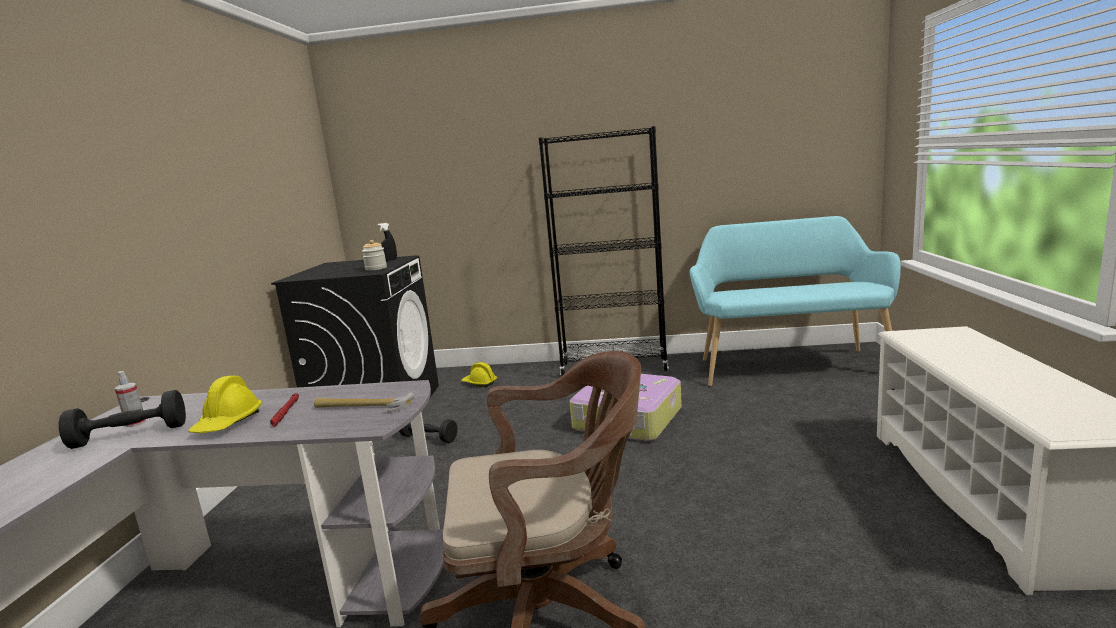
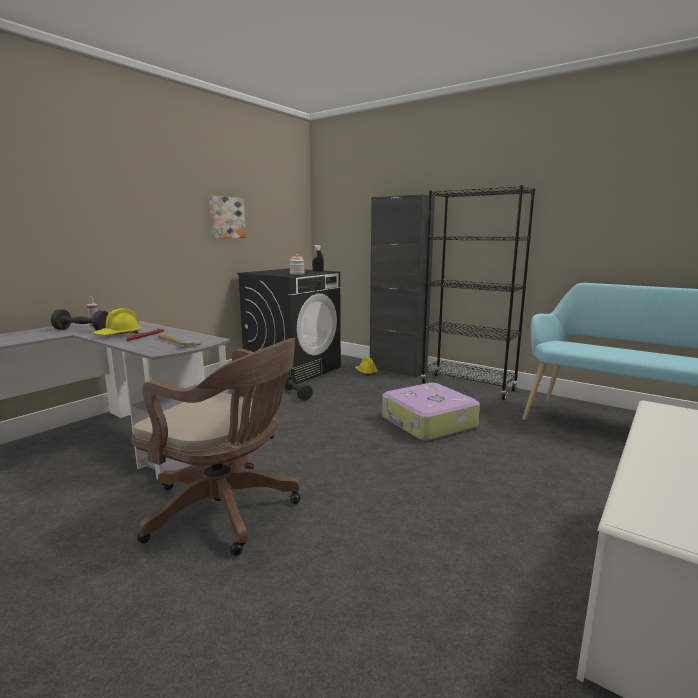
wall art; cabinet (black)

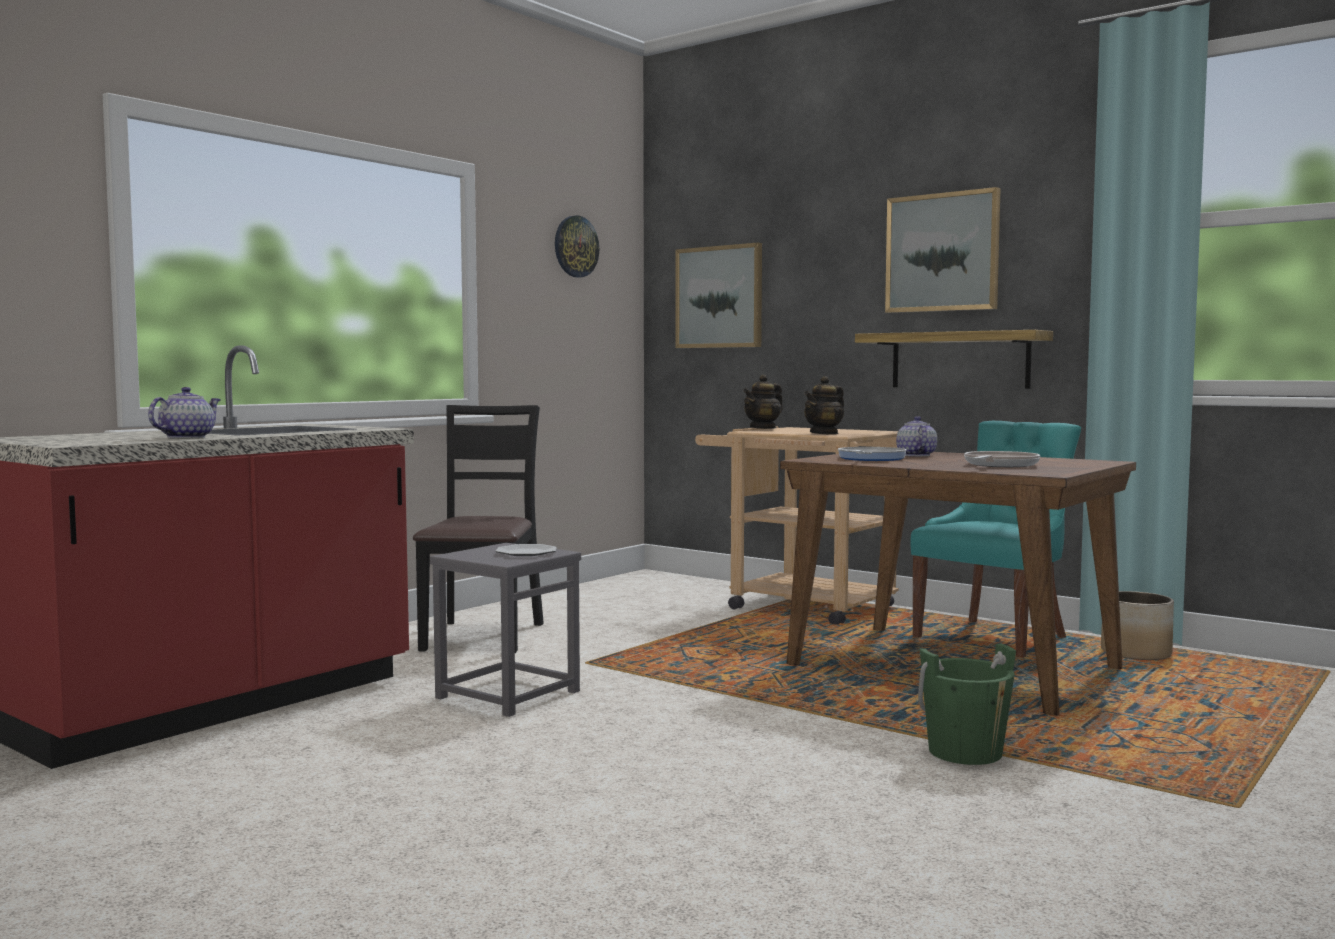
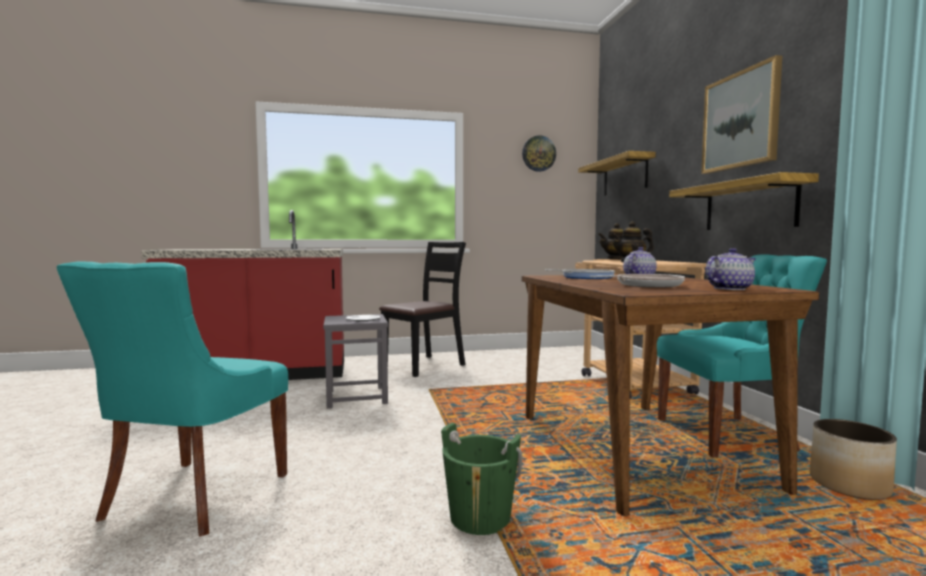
upright chair (turquoise) (no. 1 from left); pot for tea (no. 4 from left); shelf (no. 1 from left)

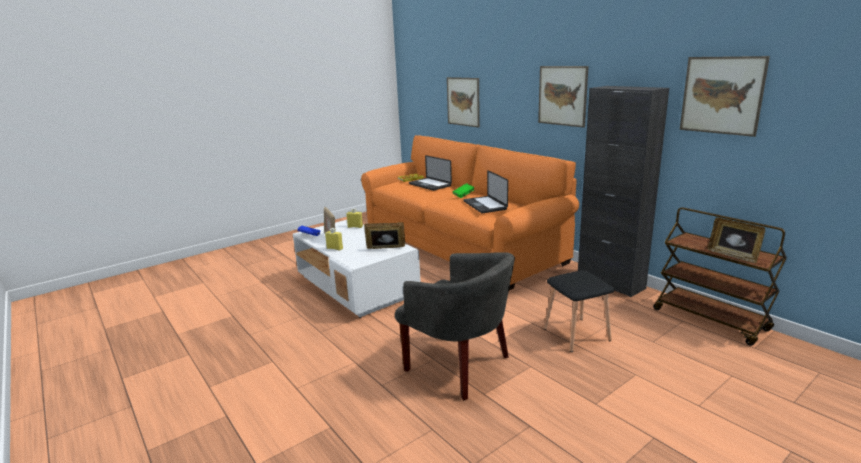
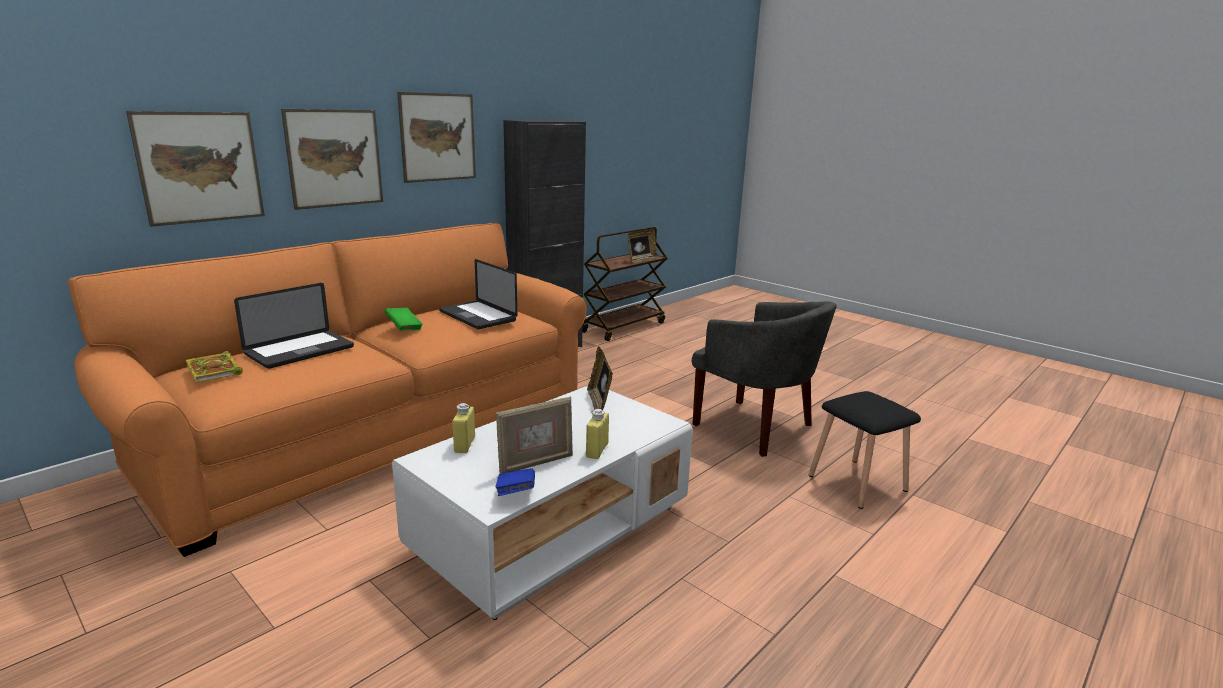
stool seat (black); wall art (no. 2 from left); armchair (grey); laptop (no. 2 from left)

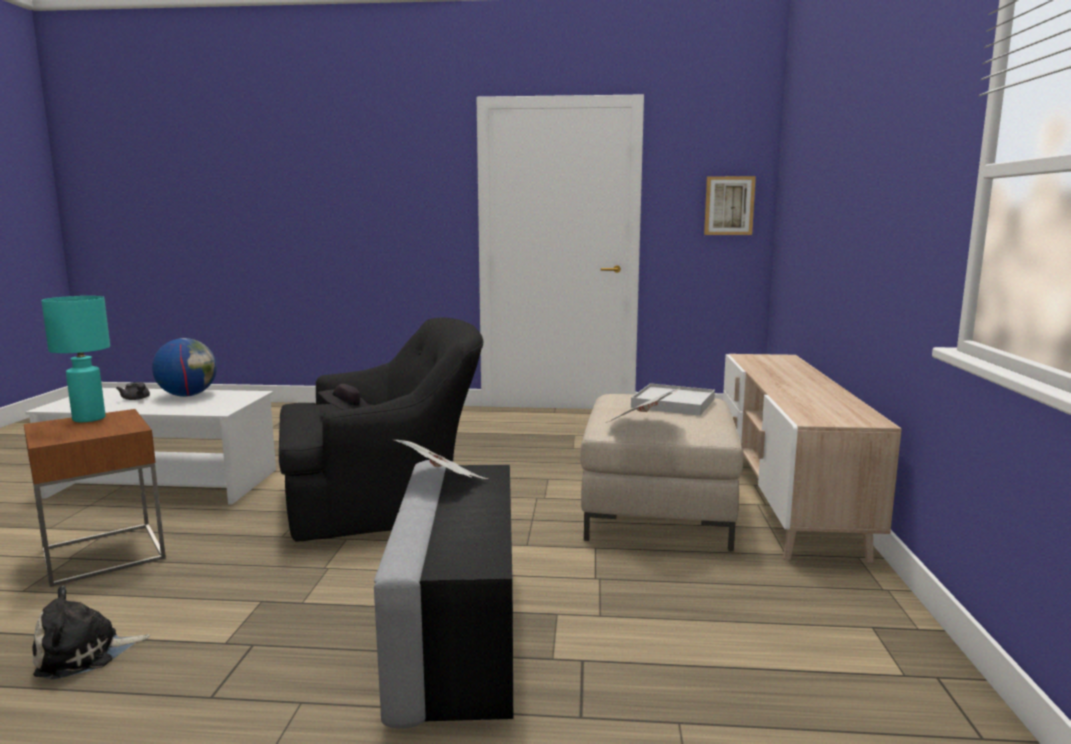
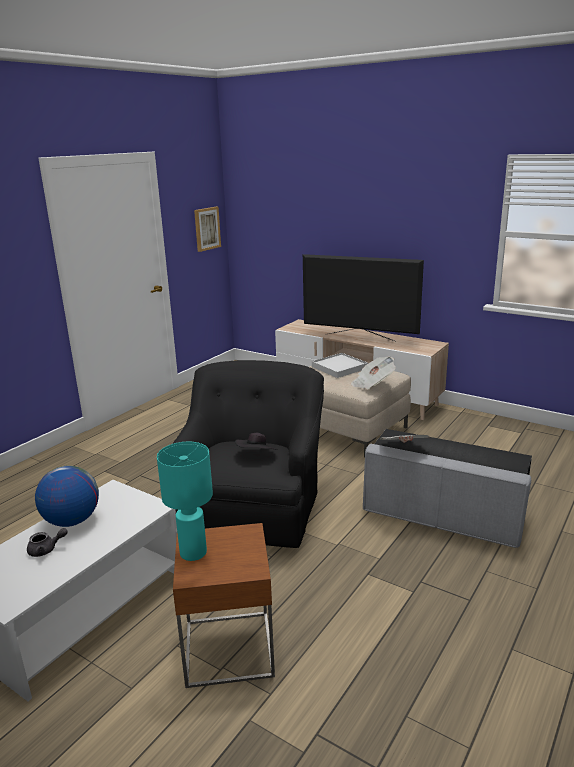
cuddly toy; TV set

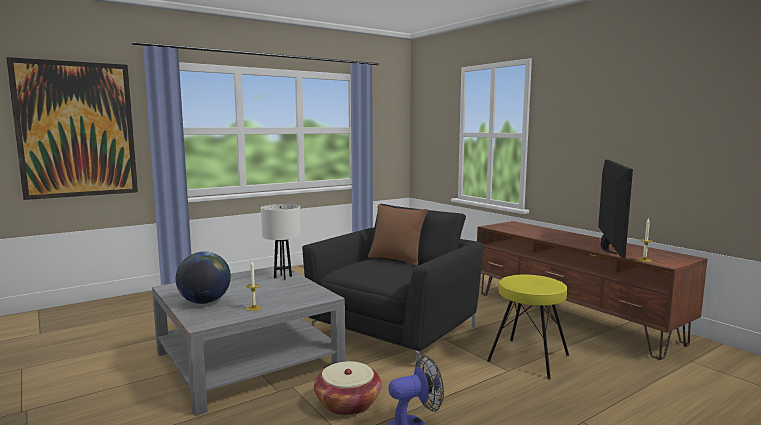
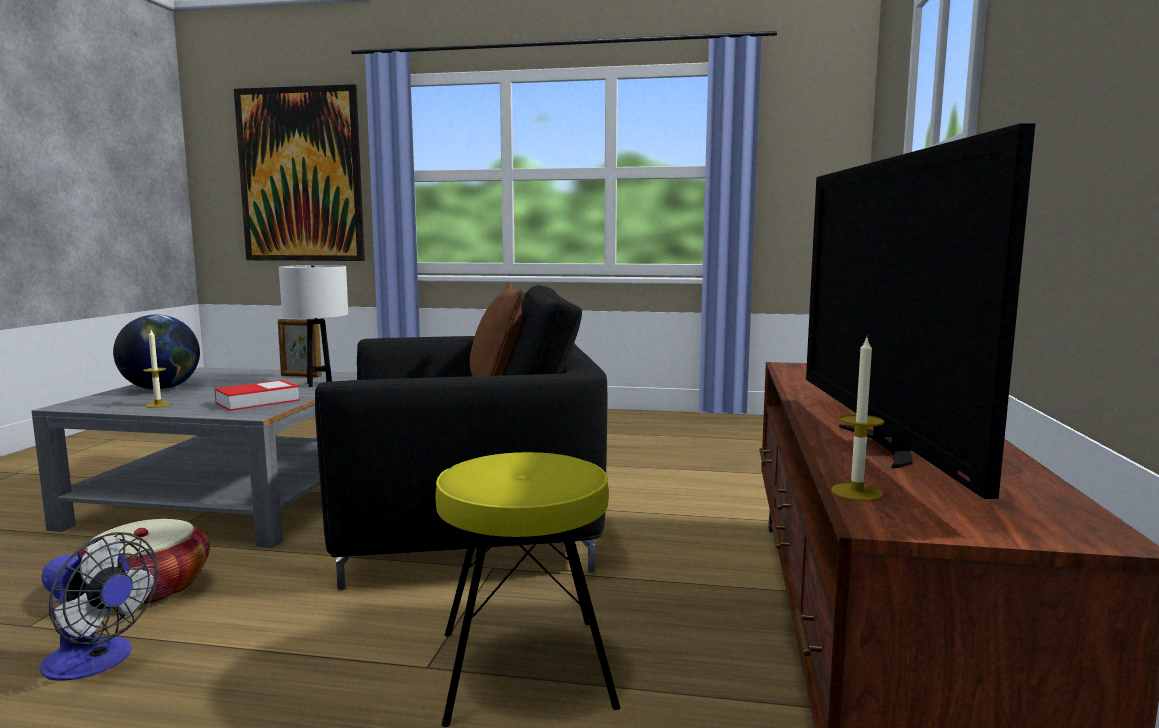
volume; photo frame; TV set

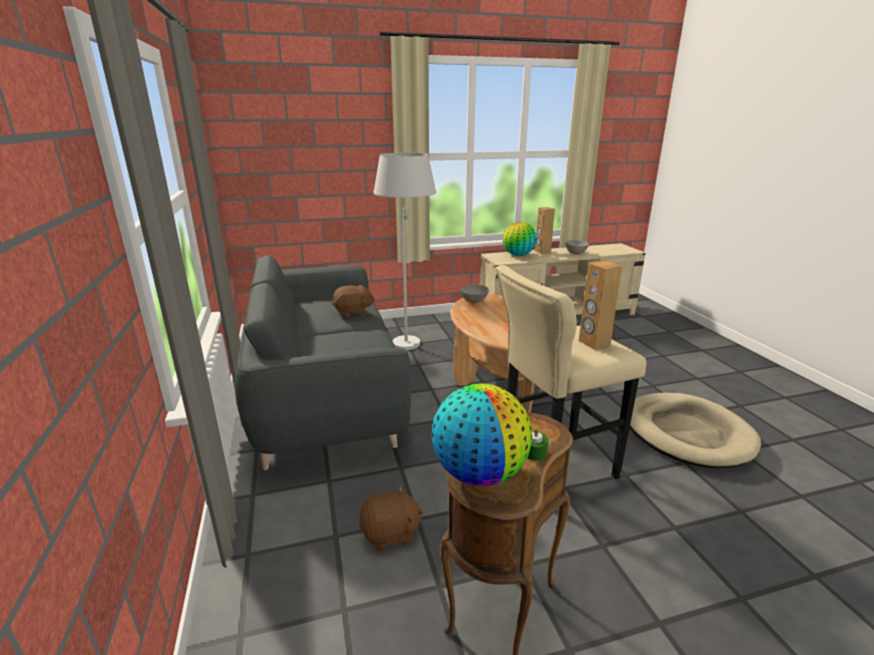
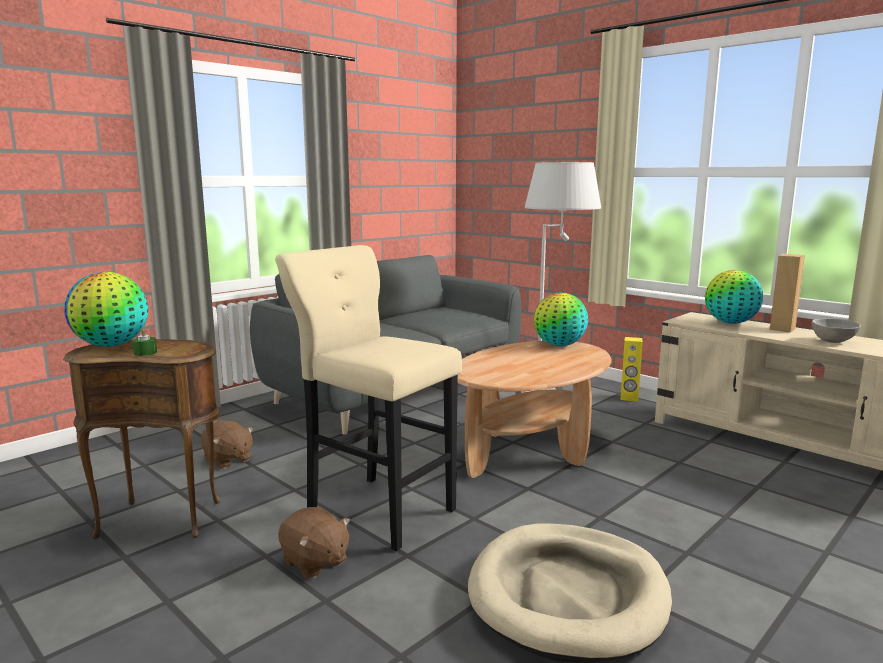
speaker (brownish) (no. 2 from left in the first image); speaker (yellowish); cuddly toy (brownish) (no. 2 from left); desk globe (no. 2 from left)

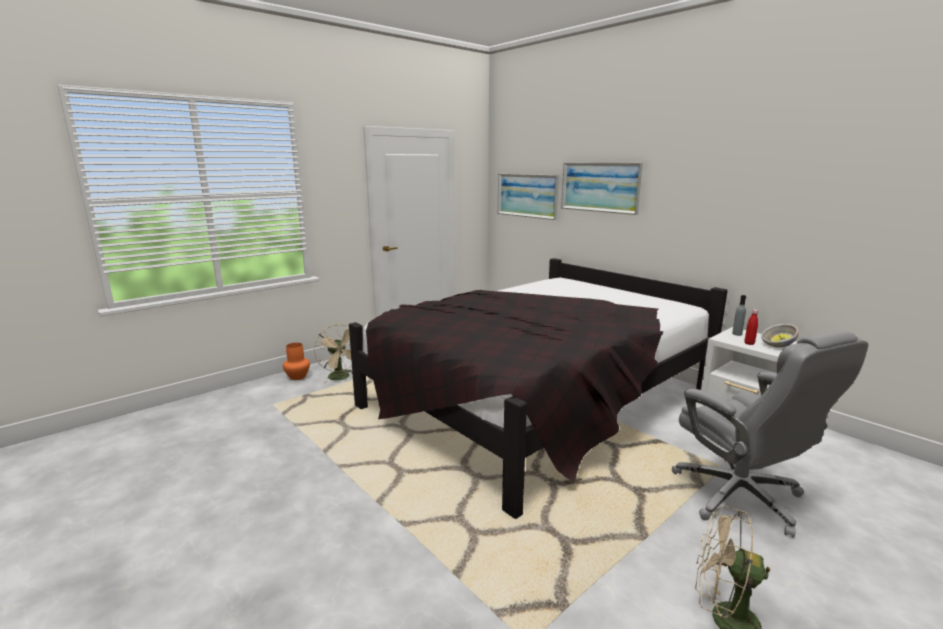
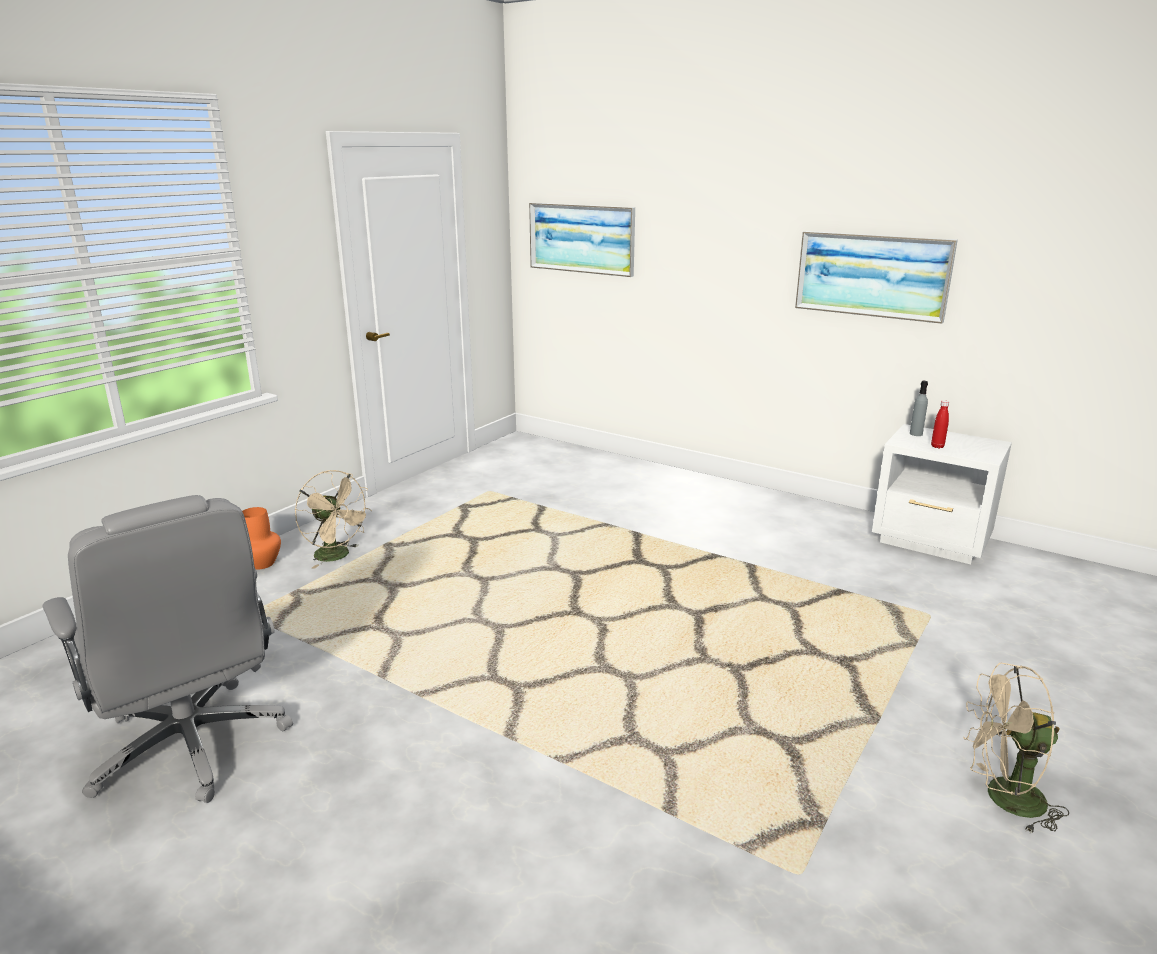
bedroom bed (black); bowl; wall art (no. 2 from left); computer chair (grey)

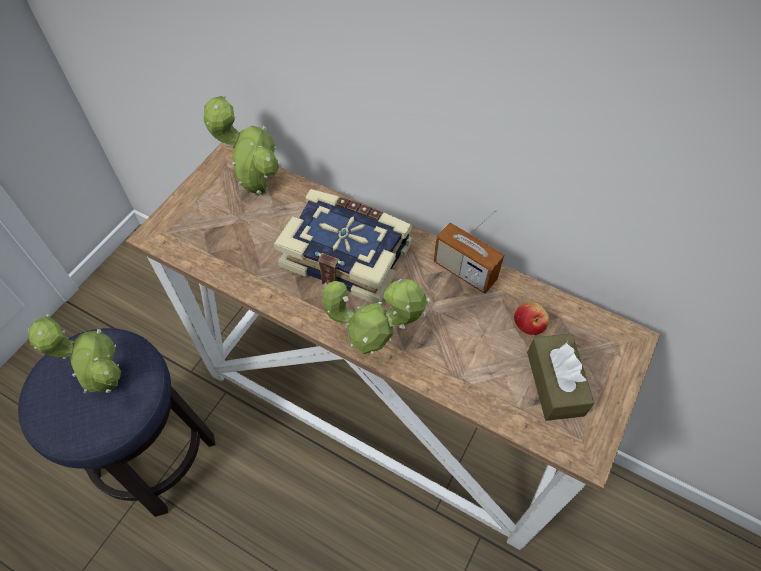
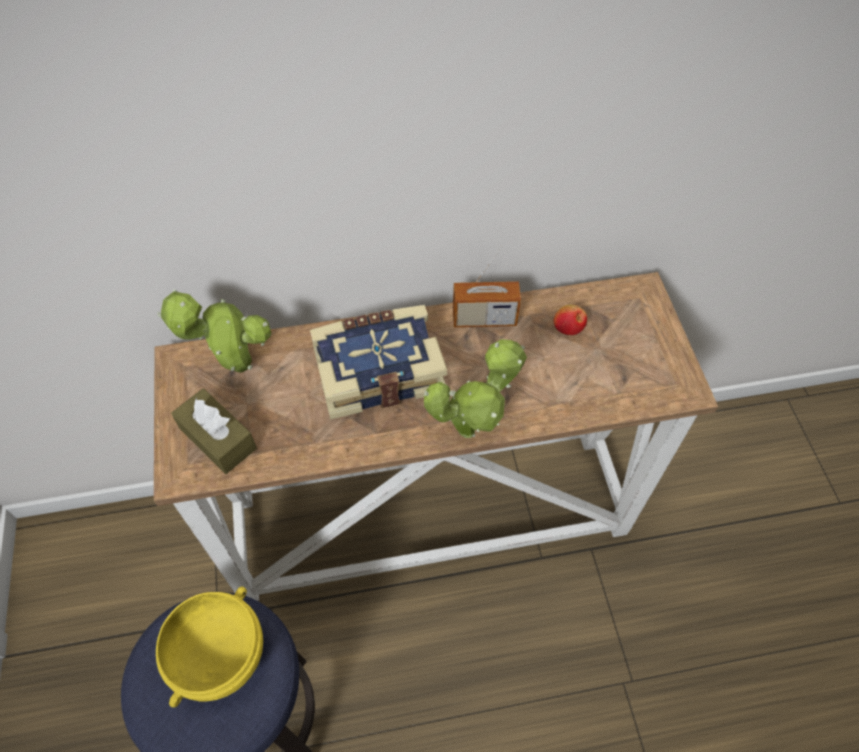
tissue holder (brownish); bowl (yellowish)

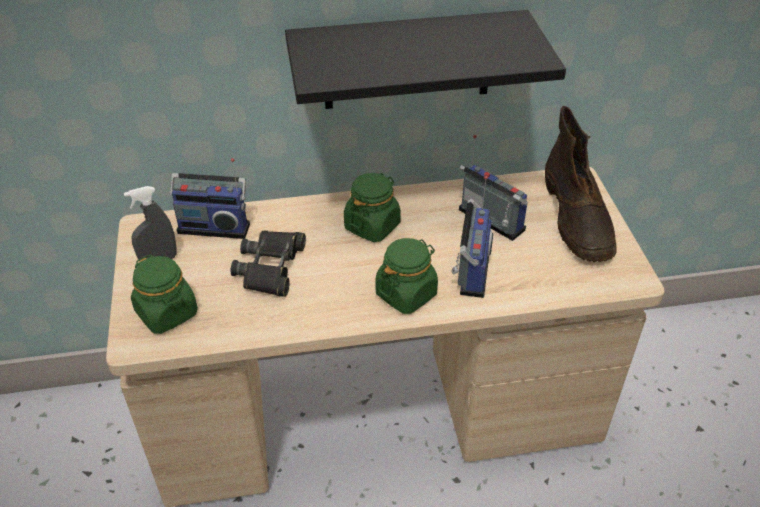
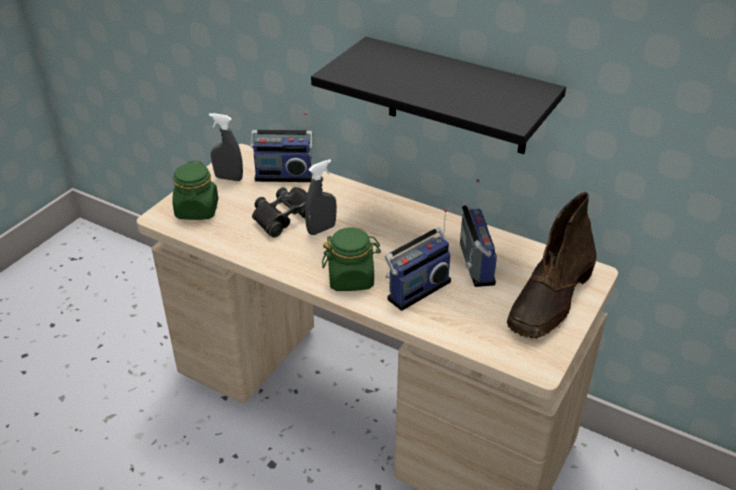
preserve jar (green-coloured) (no. 2 from left in the first image); sprayer (grey) (no. 2 from left); radio receiver (no. 1 from left)

